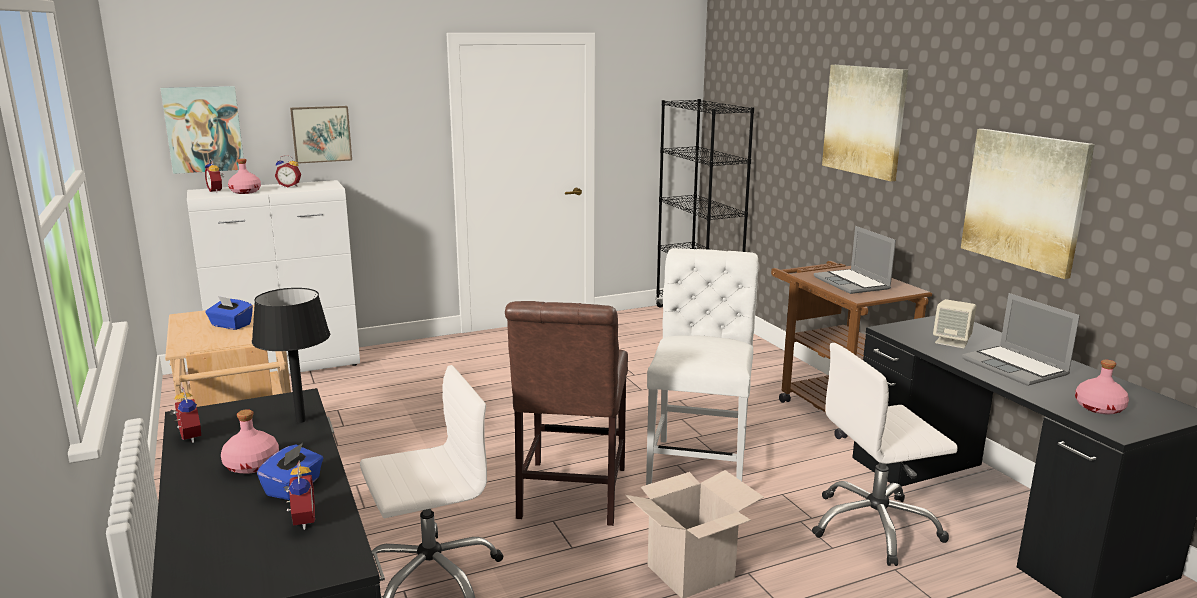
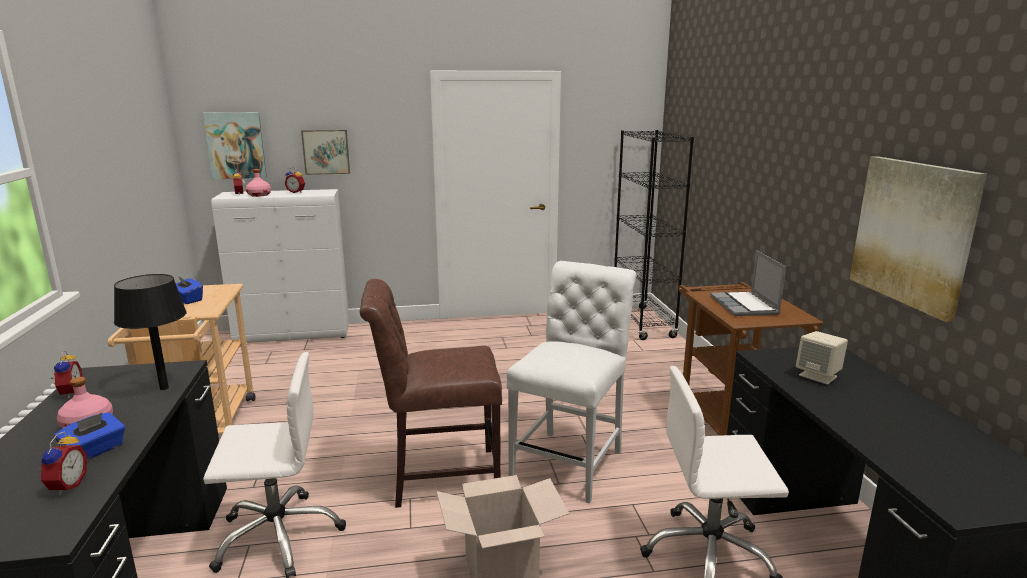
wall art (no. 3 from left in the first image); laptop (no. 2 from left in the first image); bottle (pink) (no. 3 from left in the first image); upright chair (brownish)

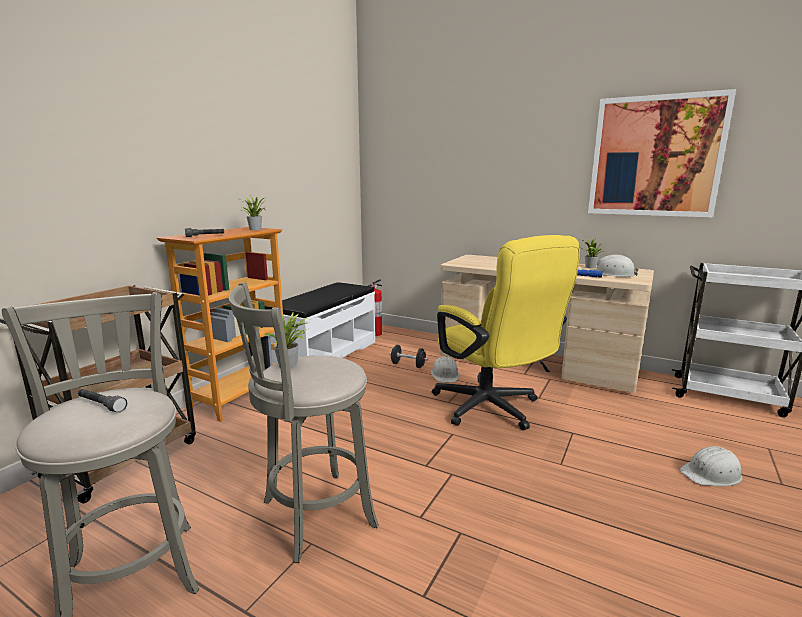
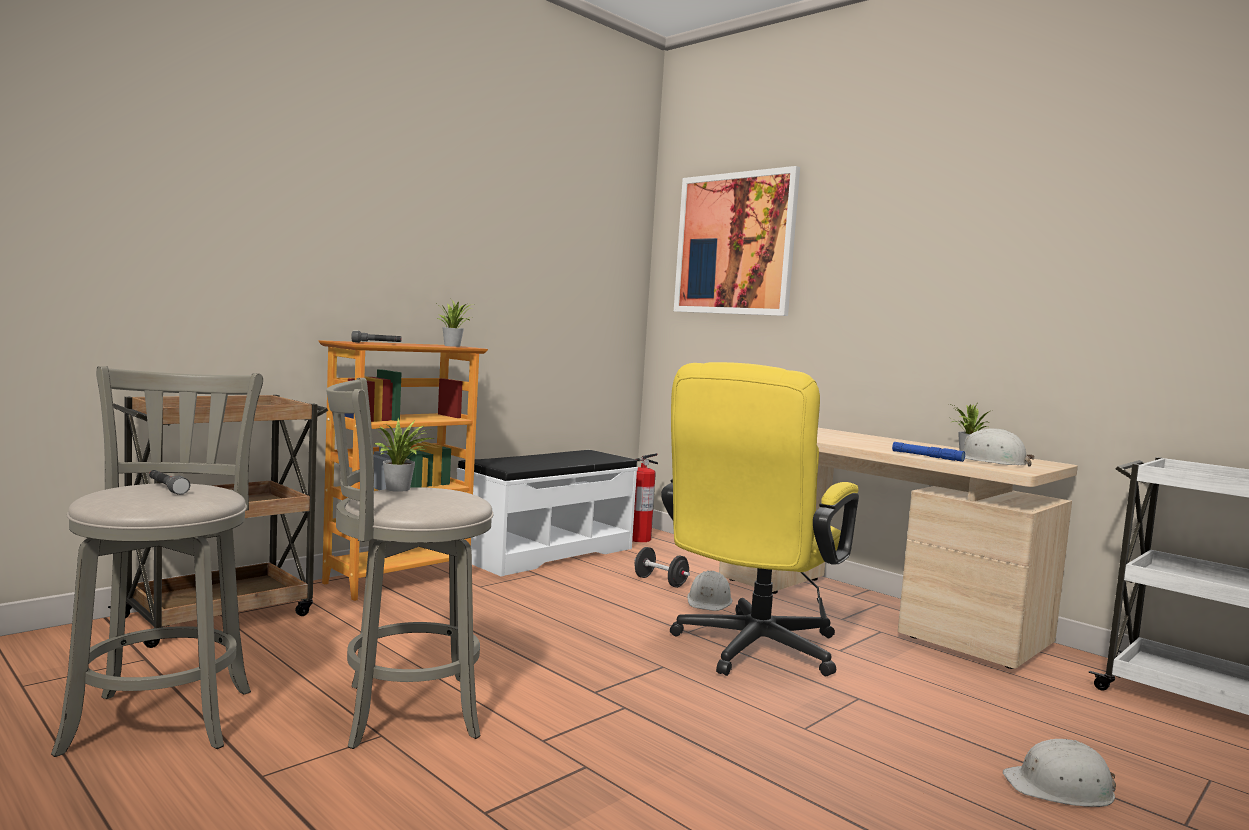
wall art; computer chair (yellowish)

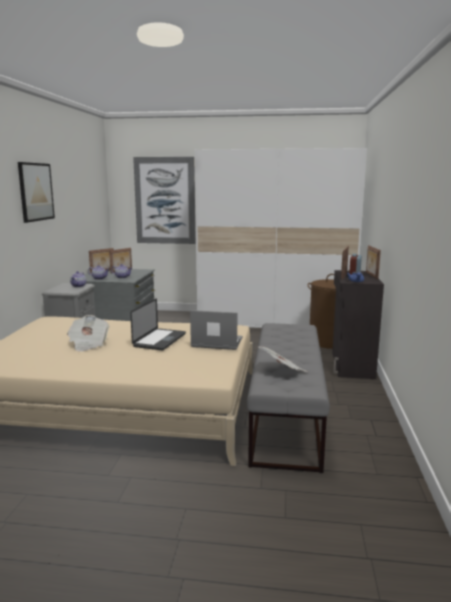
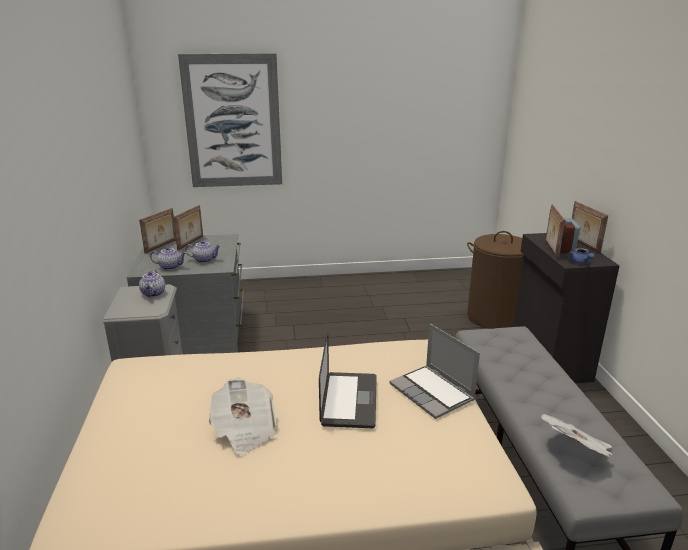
wall art (no. 1 from left in the first image); armoire (white-coloured); laptop (no. 2 from left)

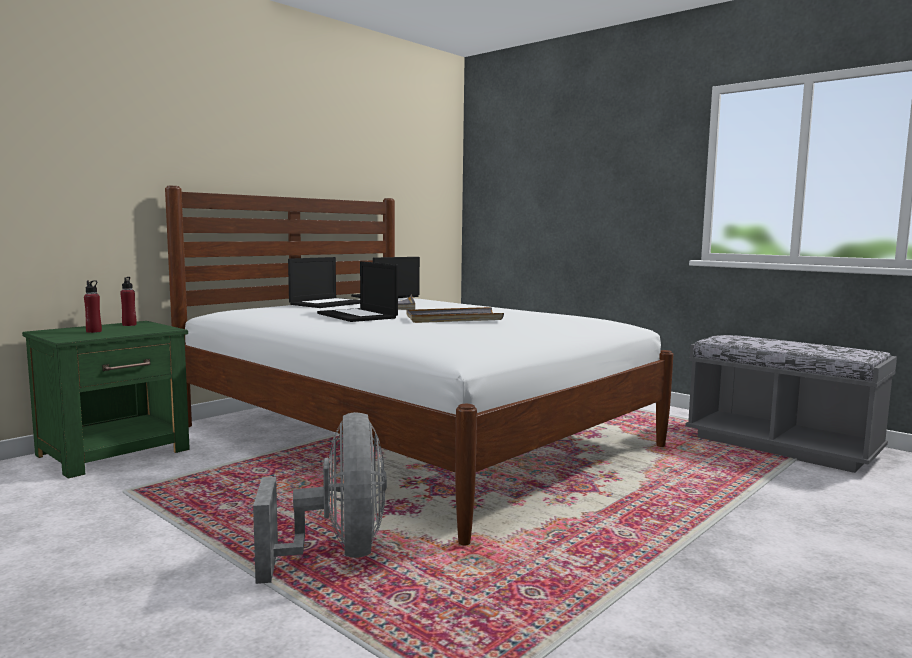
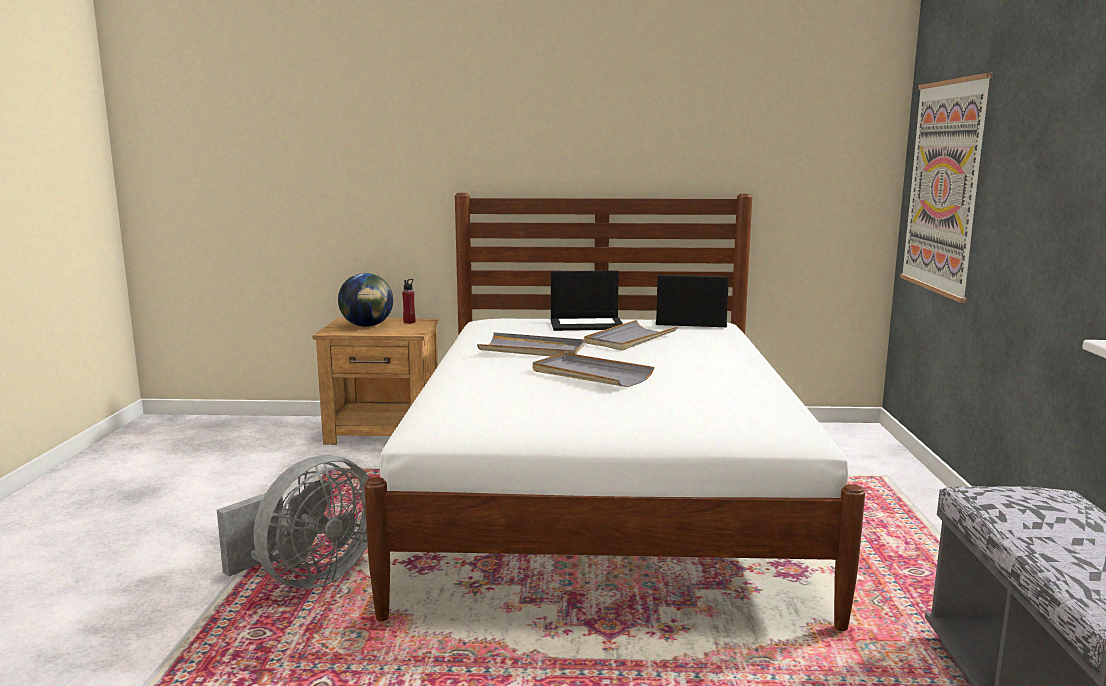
wall art; desk globe; tray (grey) (no. 1 from left); nightstand (brownish)

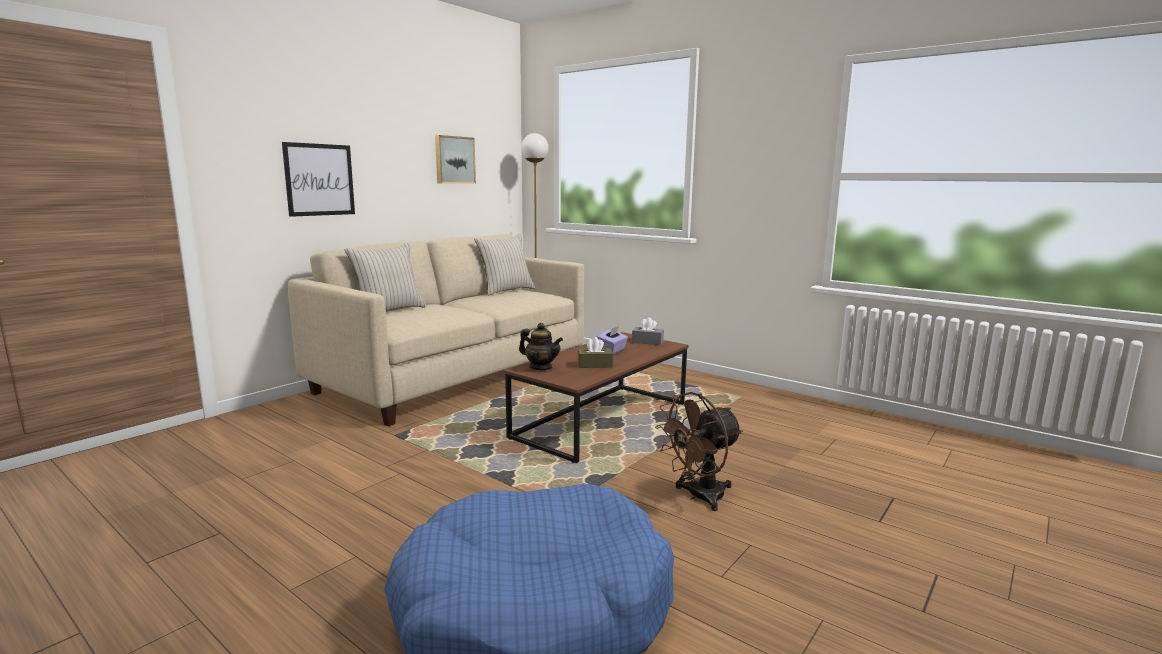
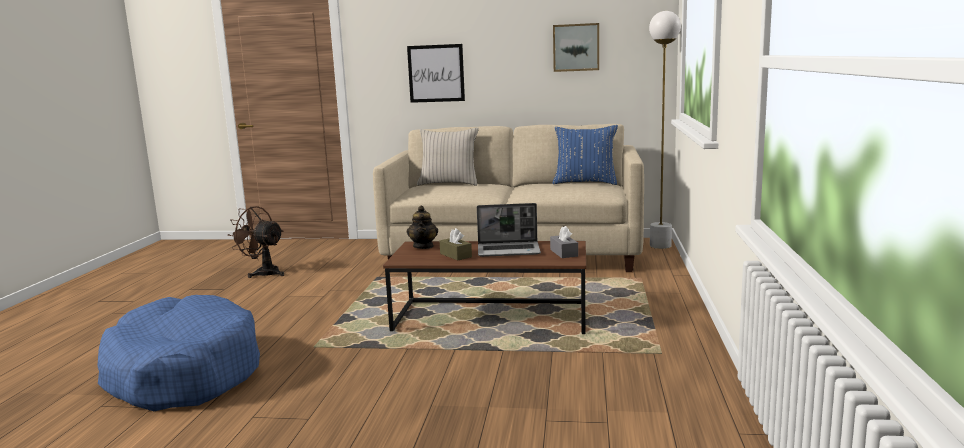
electric fan (brownish); laptop; cushion (blue)

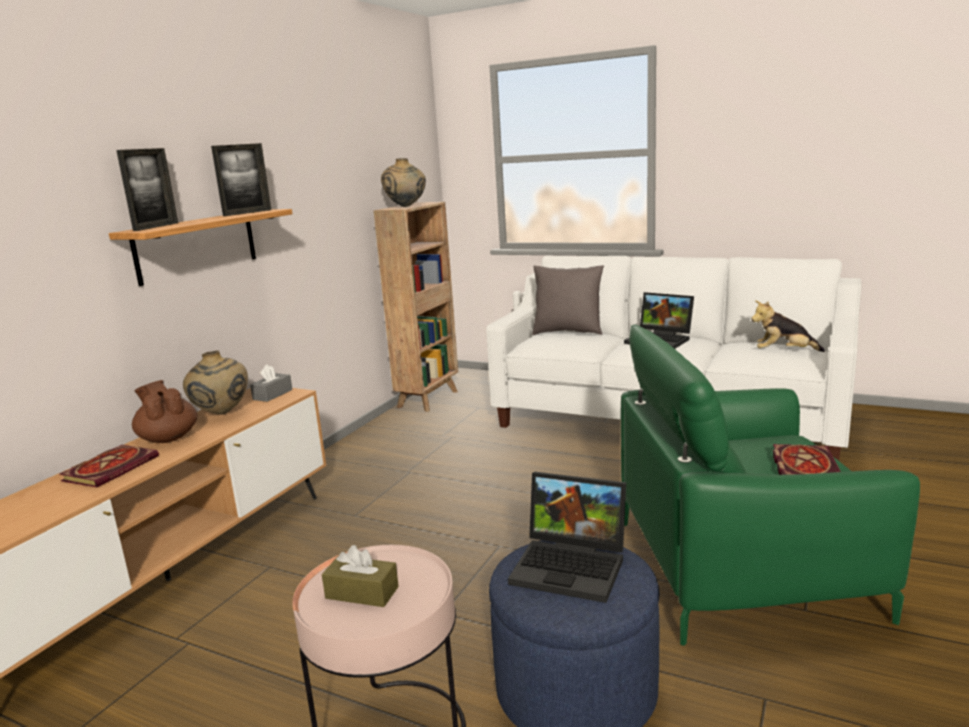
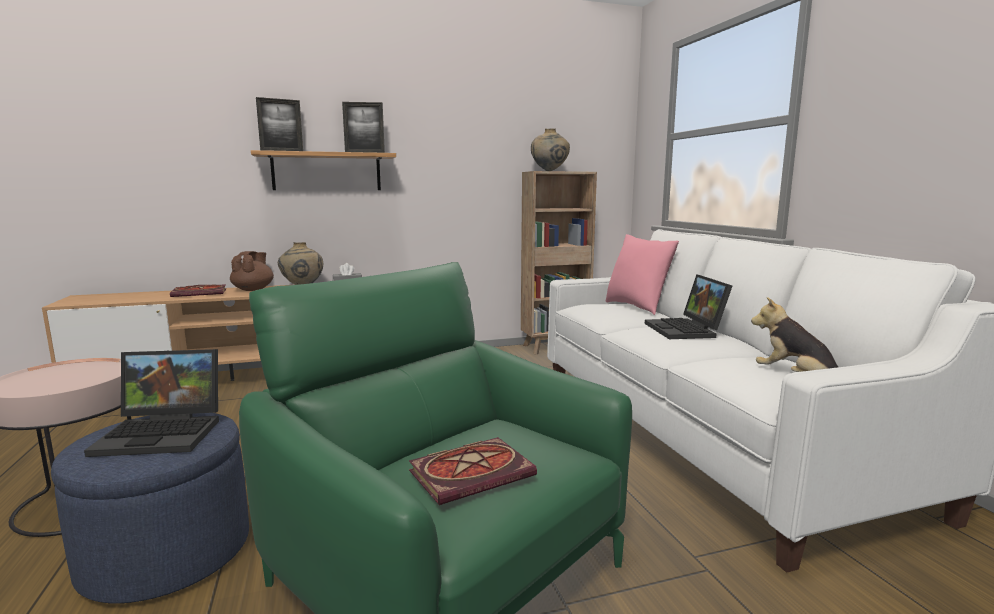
tissue holder (brownish); cushion (pink); laptop (no. 1 from left)

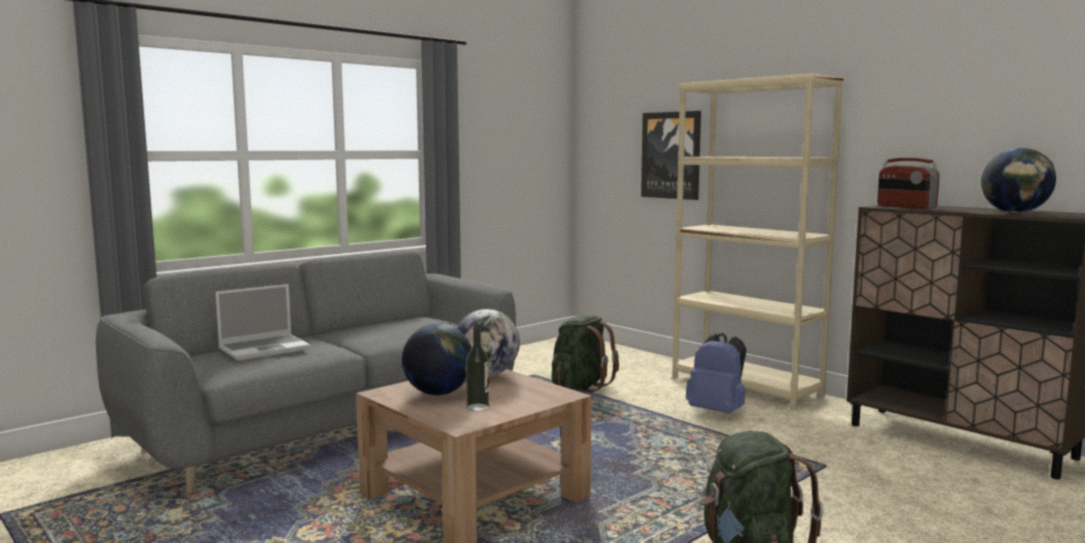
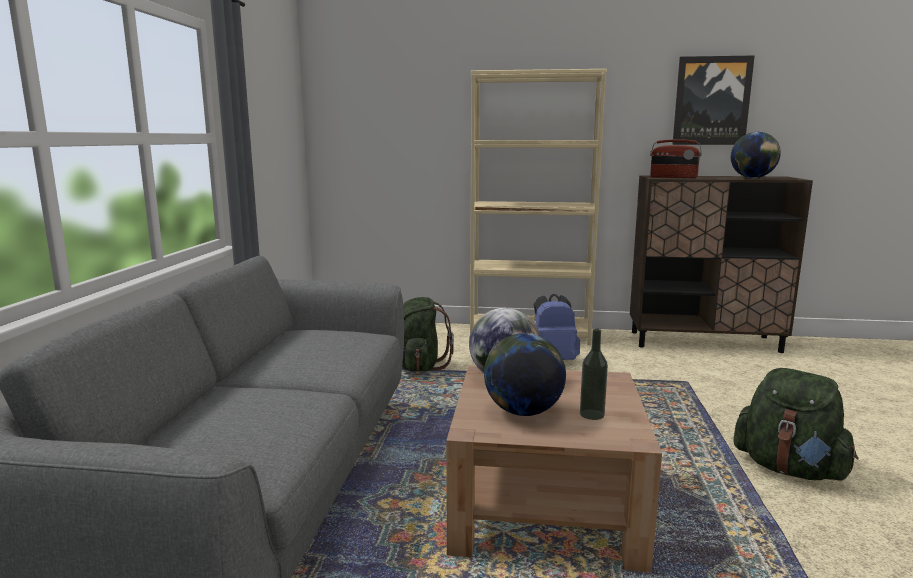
laptop; wall art

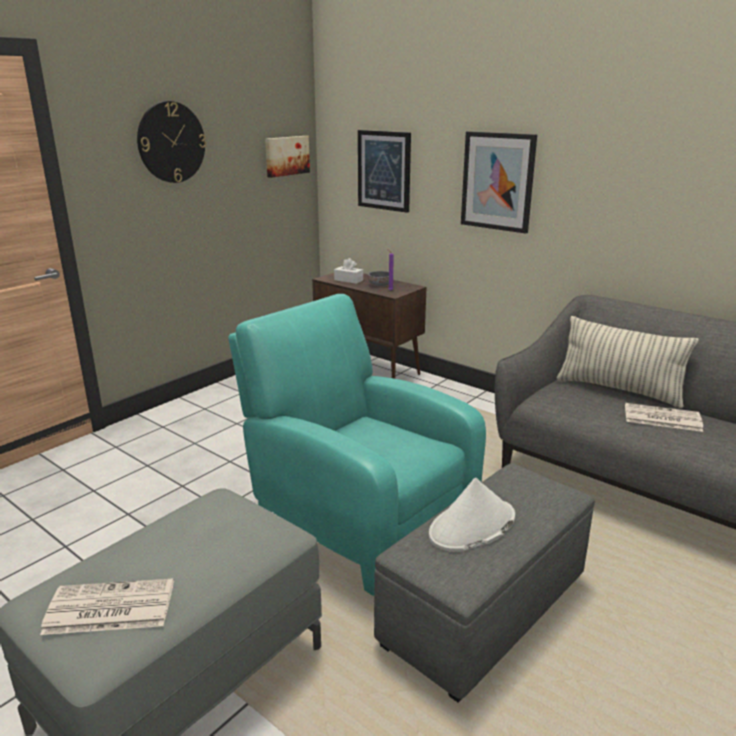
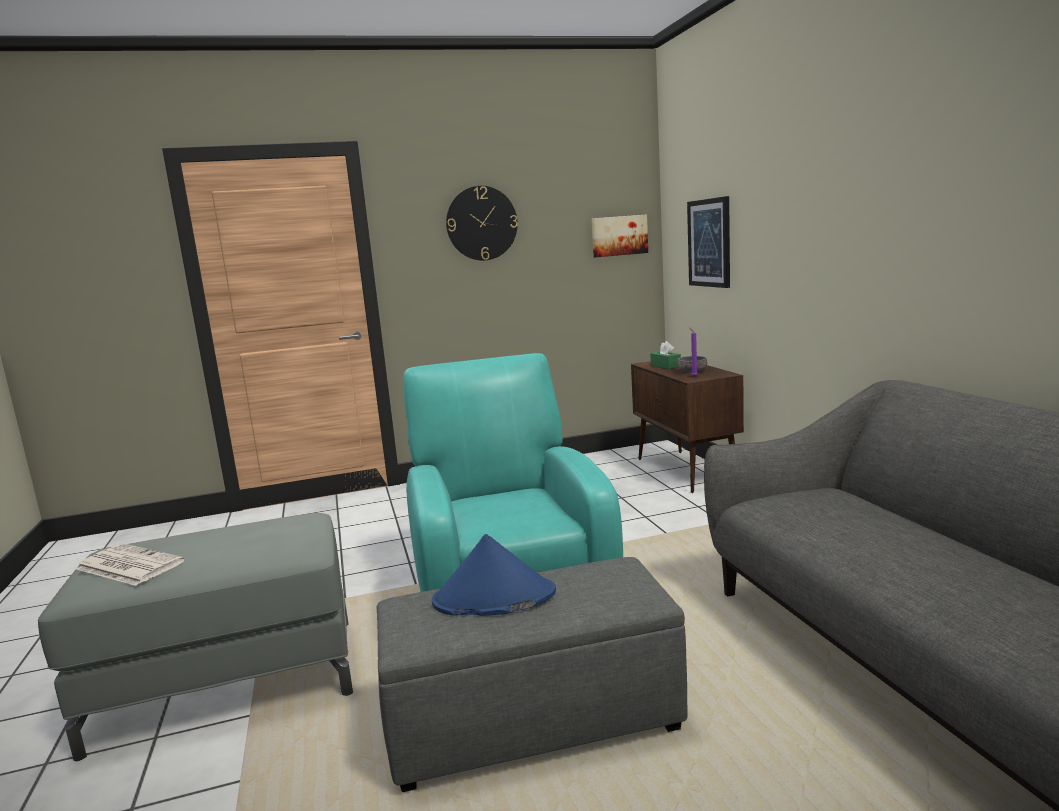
wall art (no. 3 from left in the first image); cushion; newspaper (no. 2 from left in the first image); tissue holder (green-coloured); wearable hat (blue)

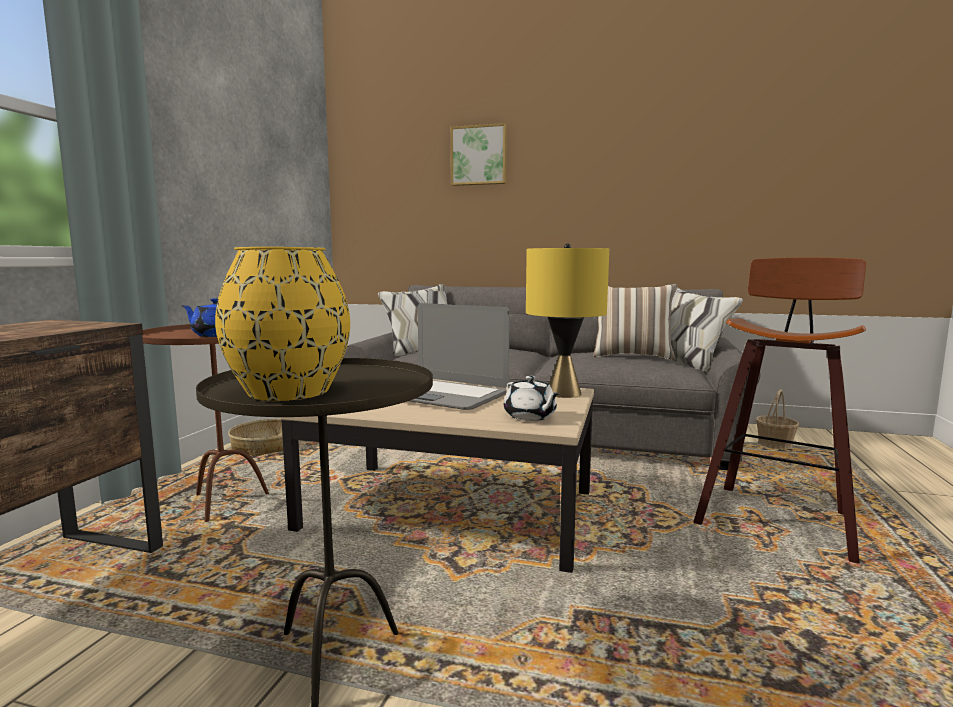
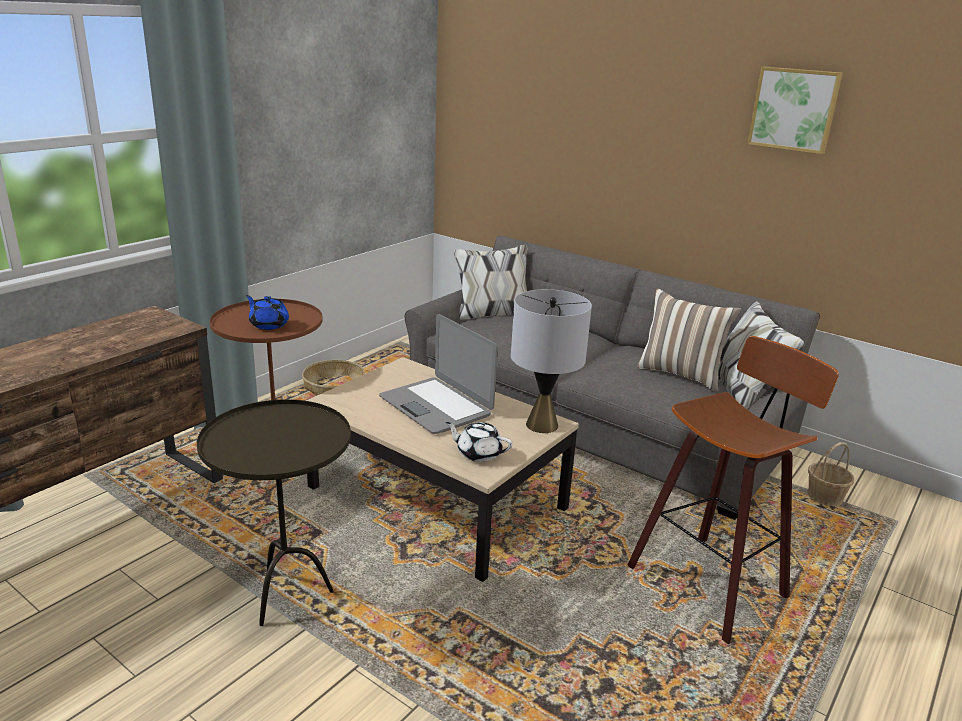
vase (yellowish); wall art; lamp for a table (grey); pot for tea (white-coloured)

